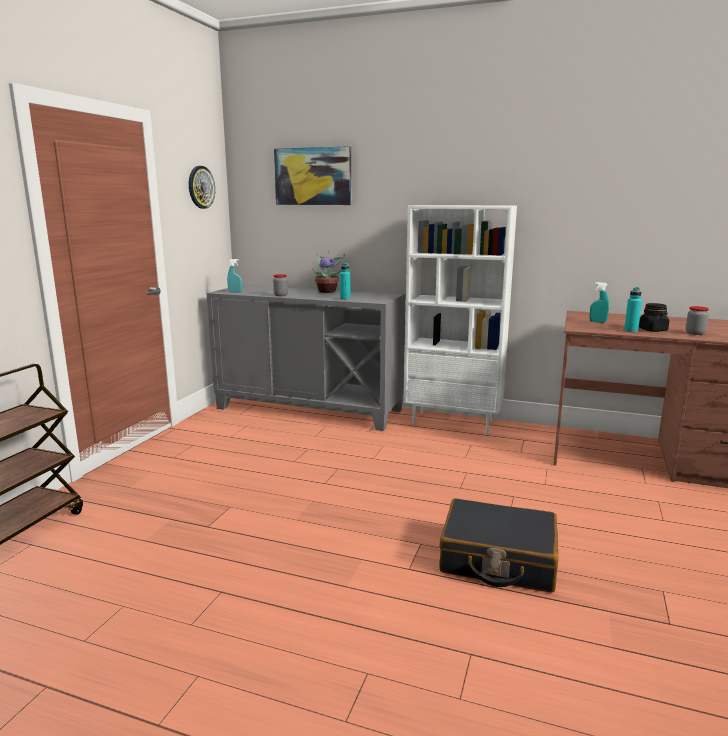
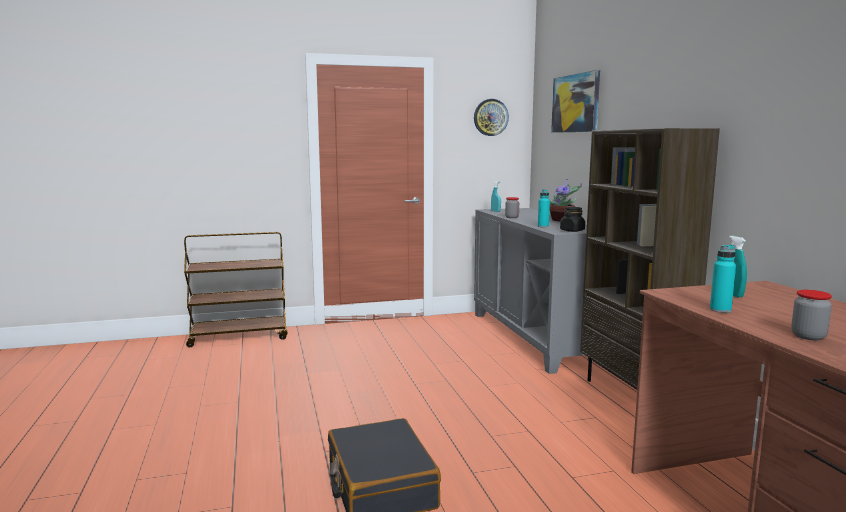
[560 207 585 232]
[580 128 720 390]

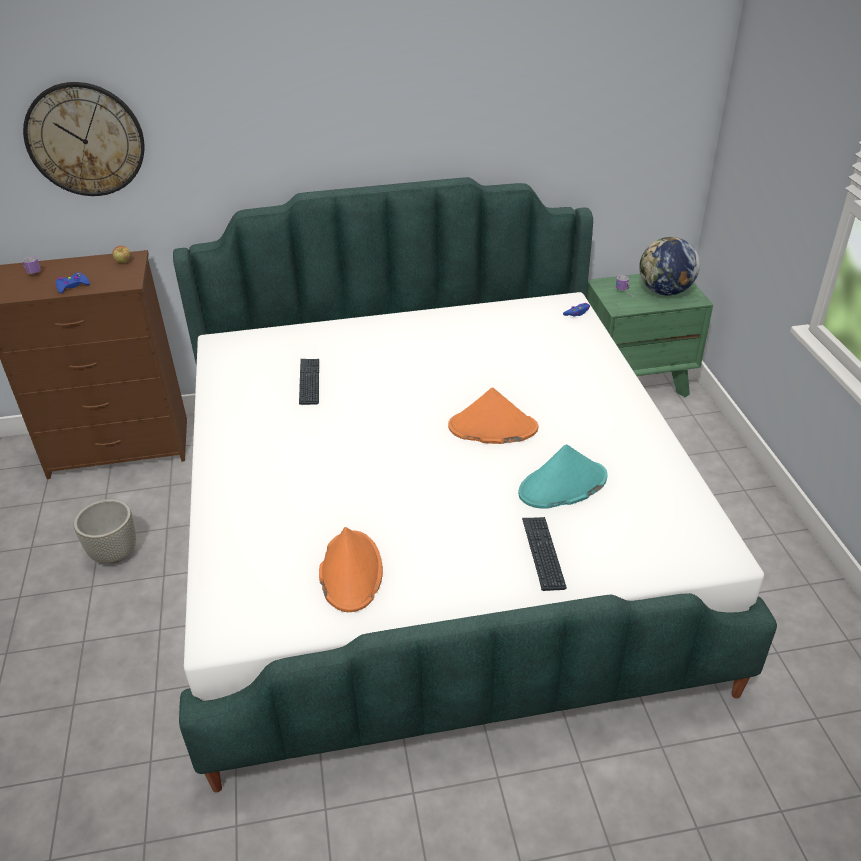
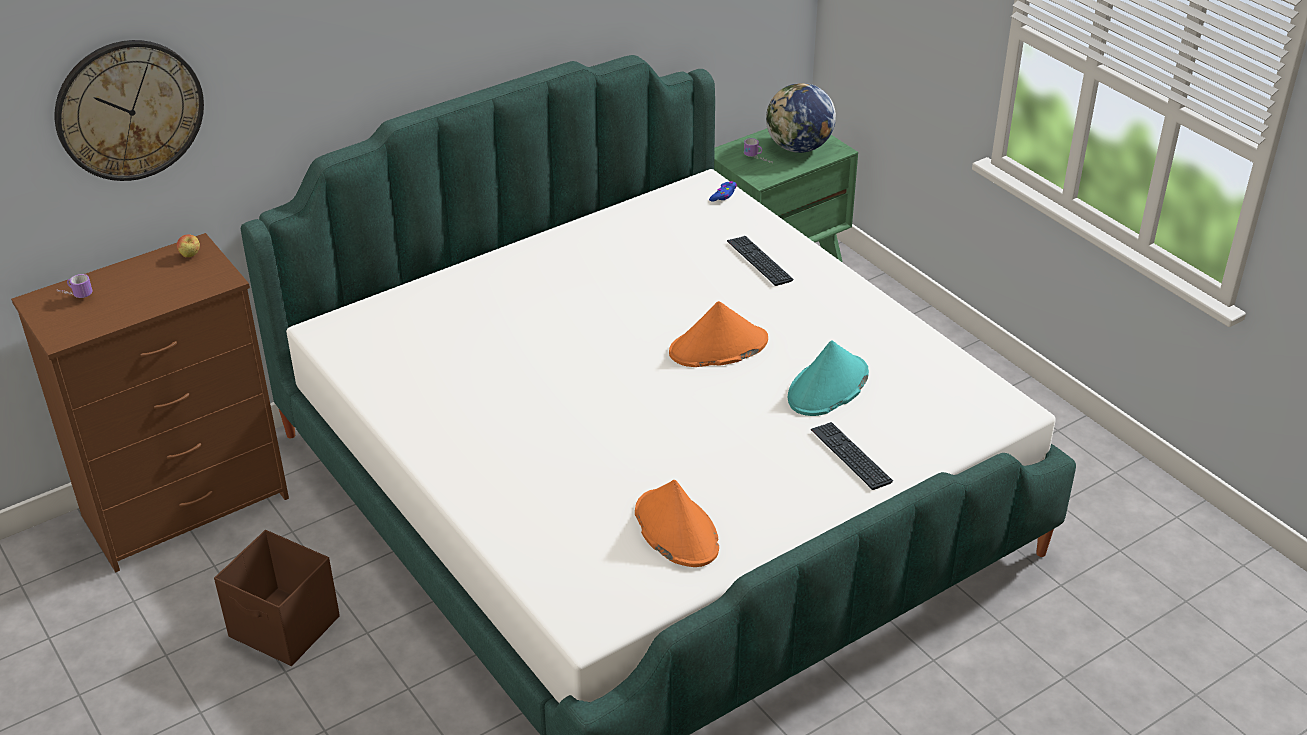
[214 530 340 666]
[727 236 793 286]
[56 272 90 294] (first image)

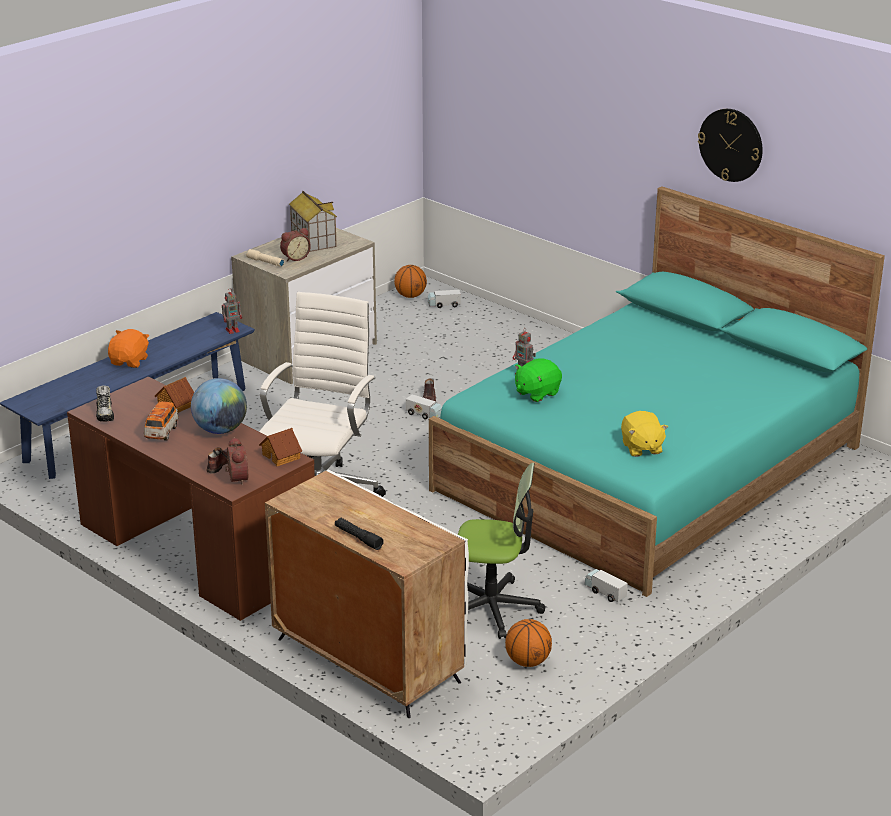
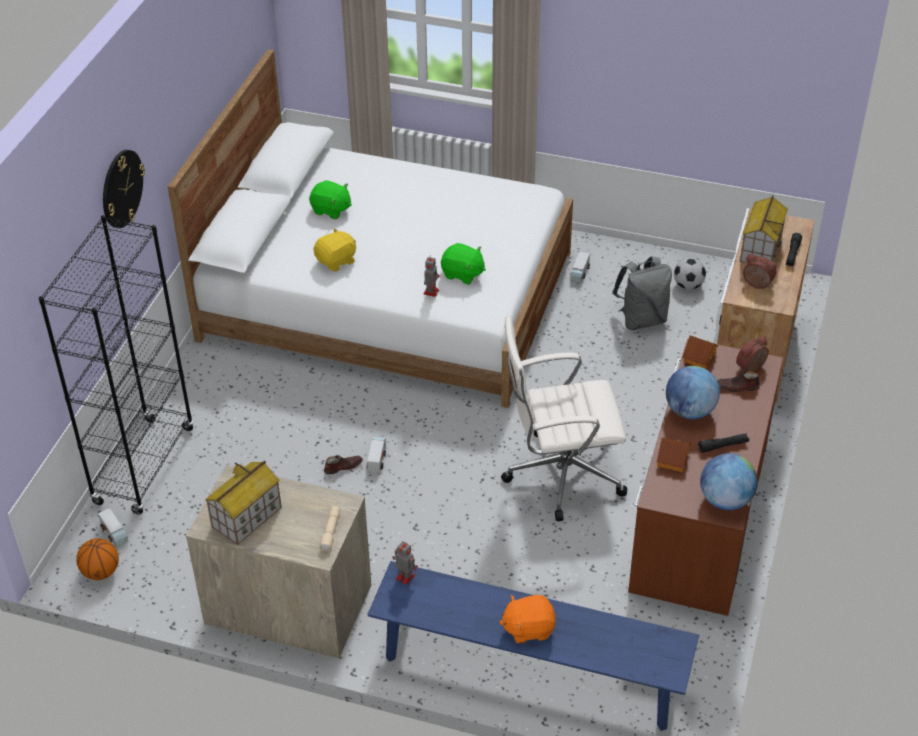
[39 215 194 515]
[103 150 145 228]
[167 49 573 408]
[309 180 352 219]
[313 228 356 272]
[612 256 672 330]
[674 258 706 290]
[698 433 749 453]
[700 453 758 510]
[740 195 788 263]
[743 254 776 289]

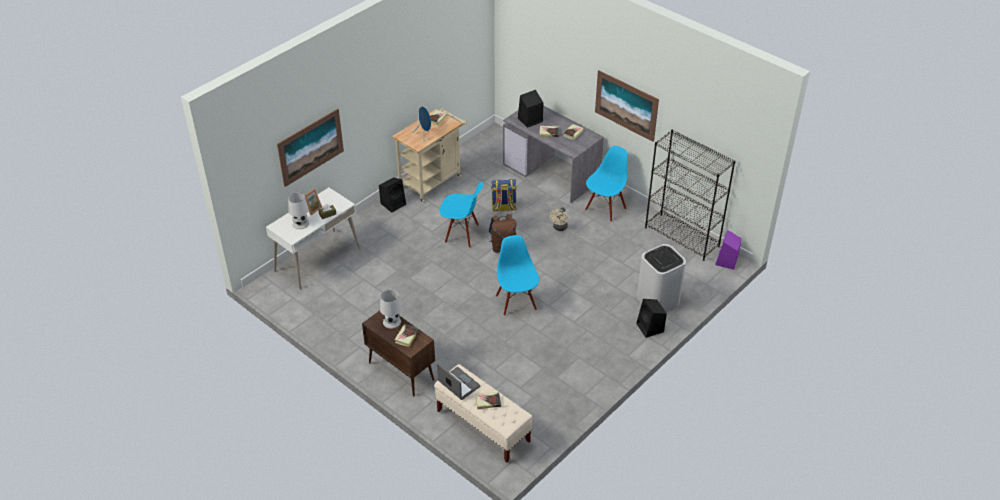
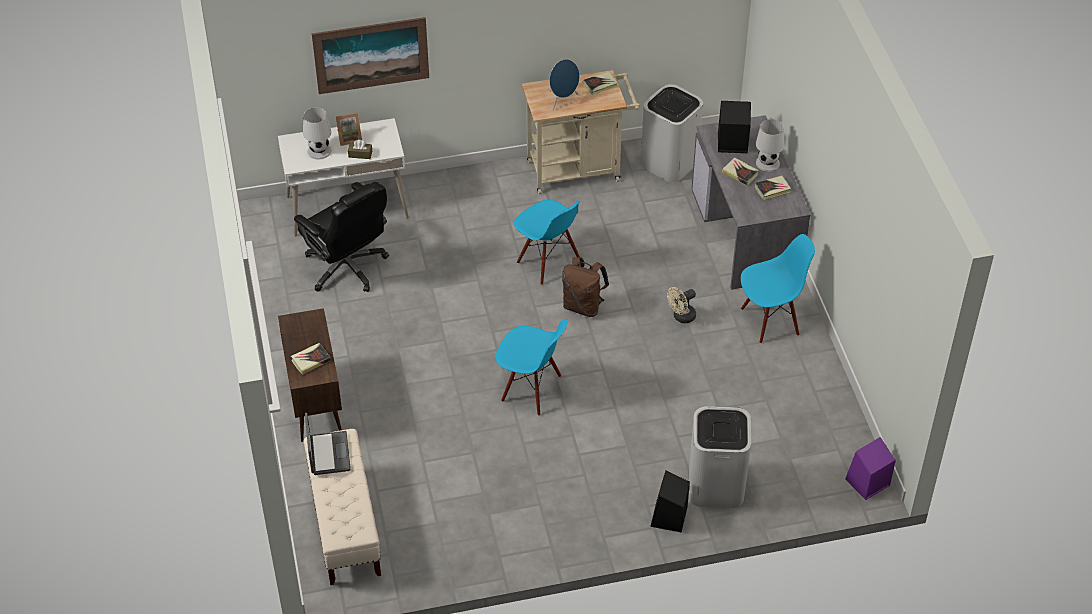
[294 182 389 292]
[496 319 568 416]
[641 84 703 182]
[756 119 784 172]
[379 177 406 213] (first image)
[476 392 501 409] (first image)
[491 179 517 212] (first image)
[595 70 659 142] (first image)
[645 130 735 261] (first image)

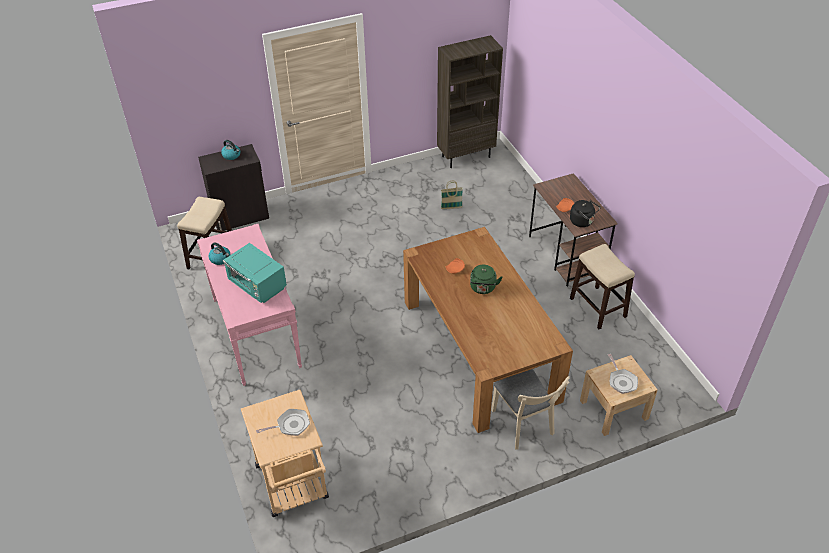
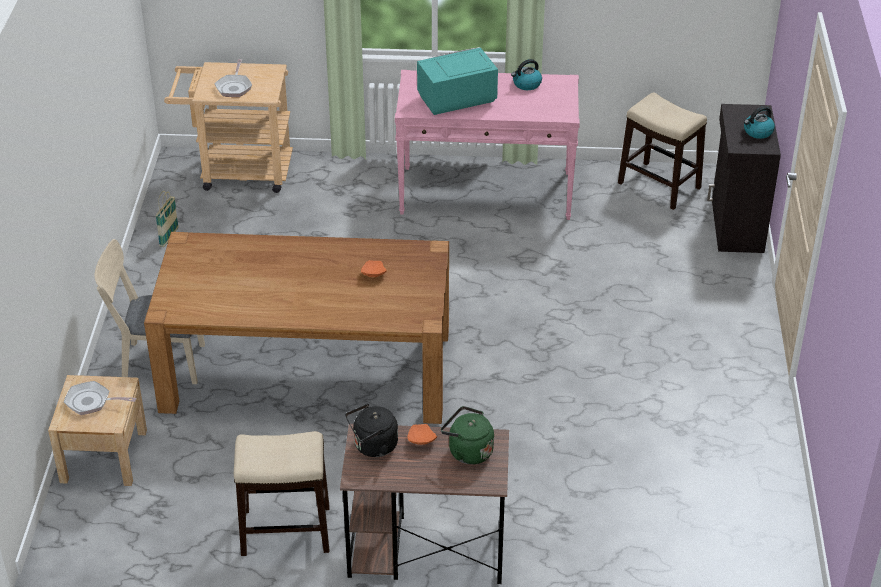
[155 191 179 247]
[441 406 494 464]
[437 35 503 168] (first image)

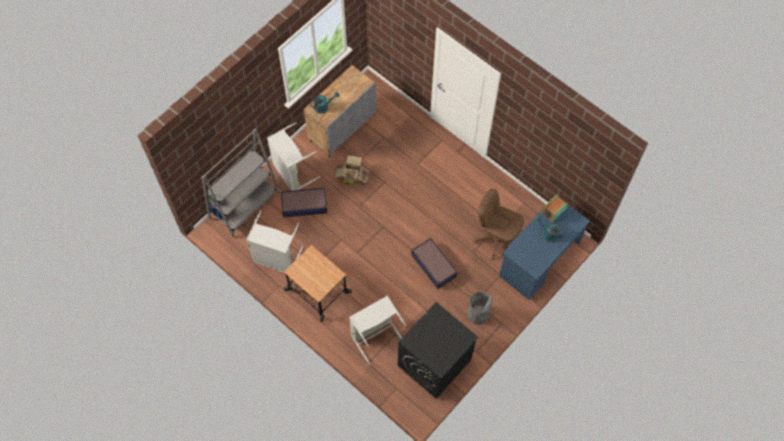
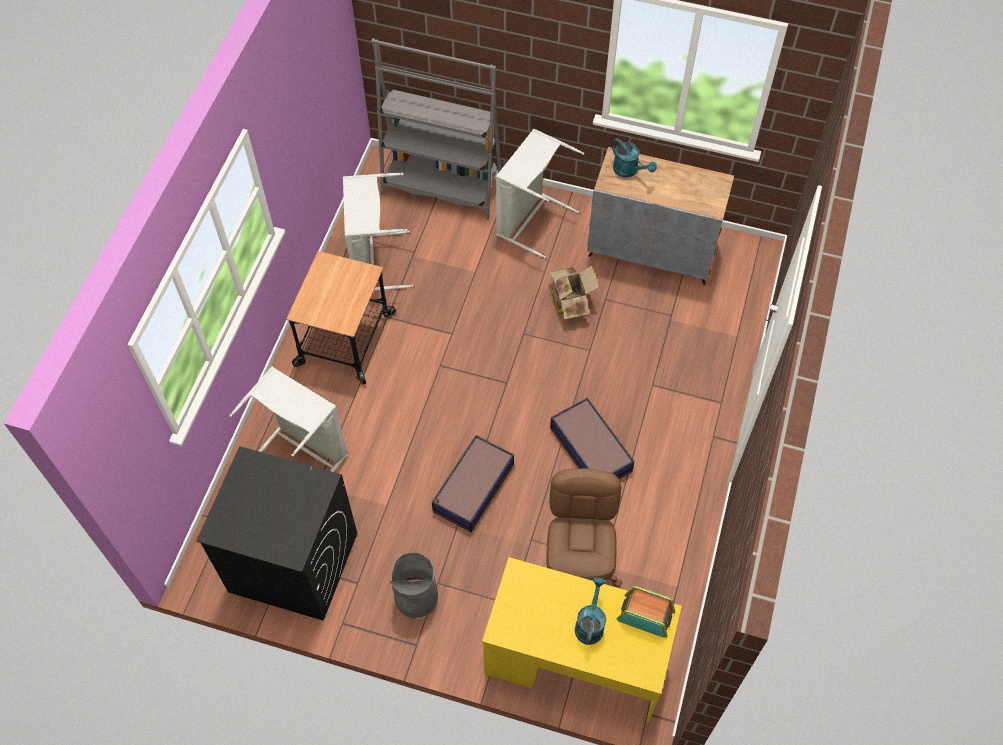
[482 557 682 723]
[550 397 635 479]

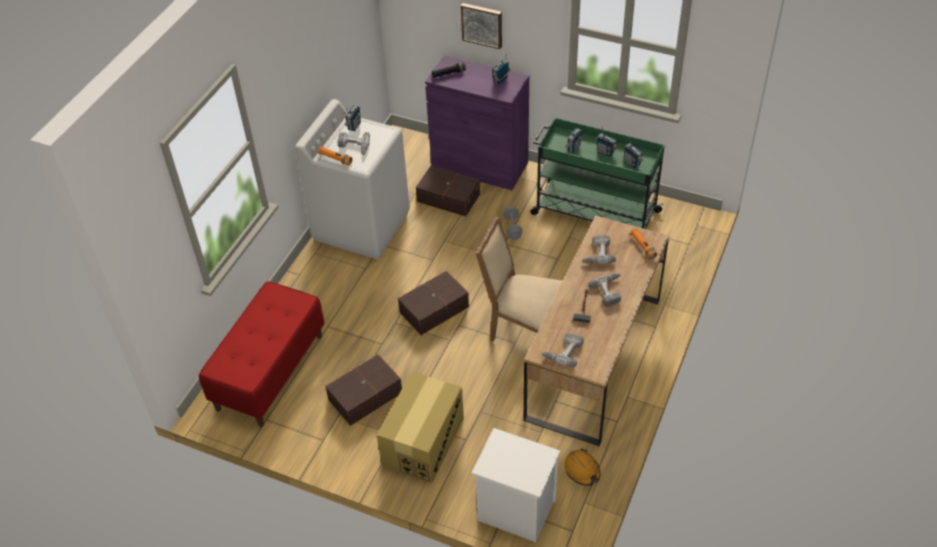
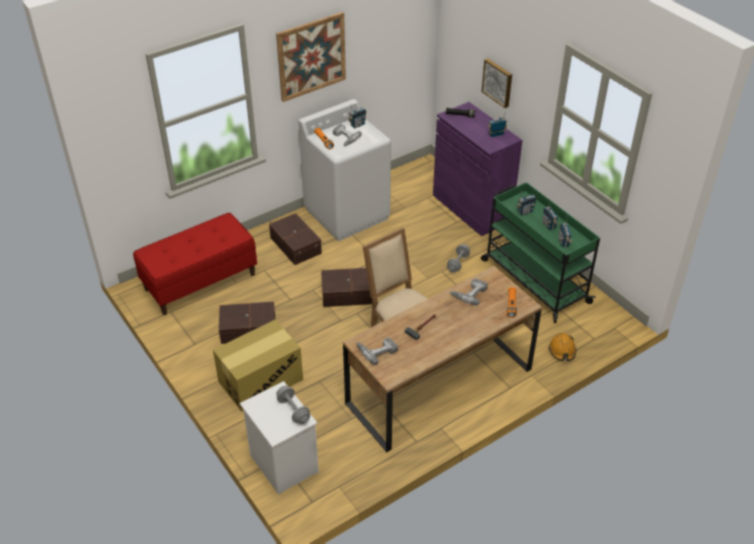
[269 213 322 265]
[276 12 346 102]
[276 386 310 425]
[549 333 576 361]
[588 273 621 307] (first image)

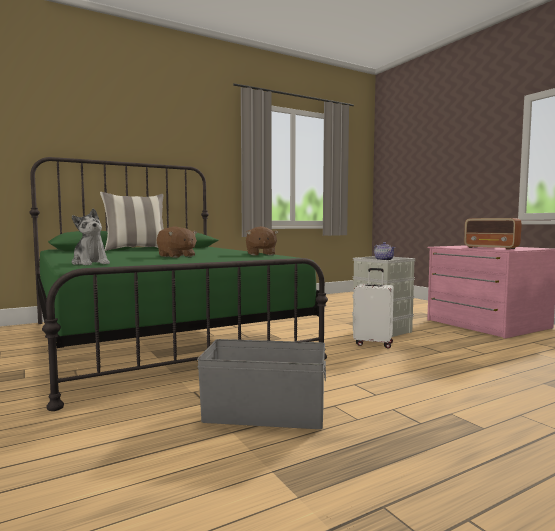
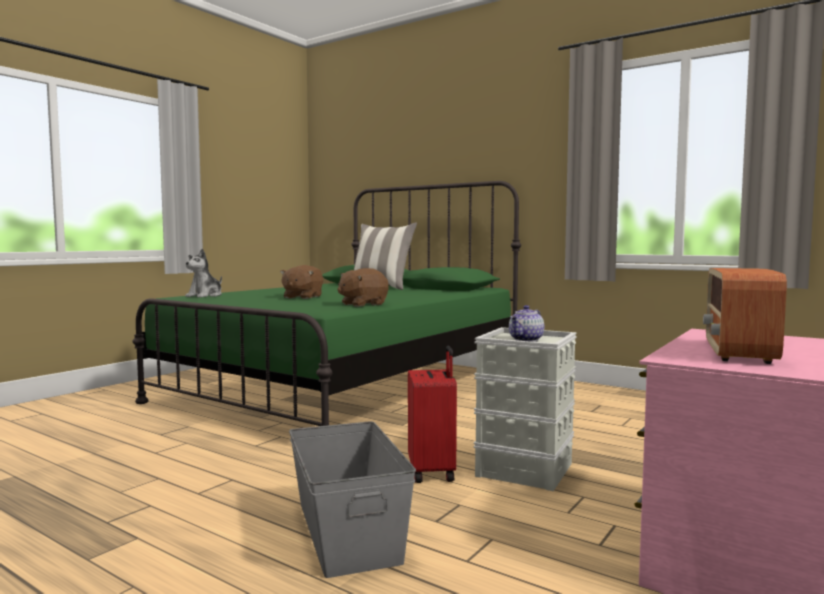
[289 421 416 578]
[408 346 457 483]

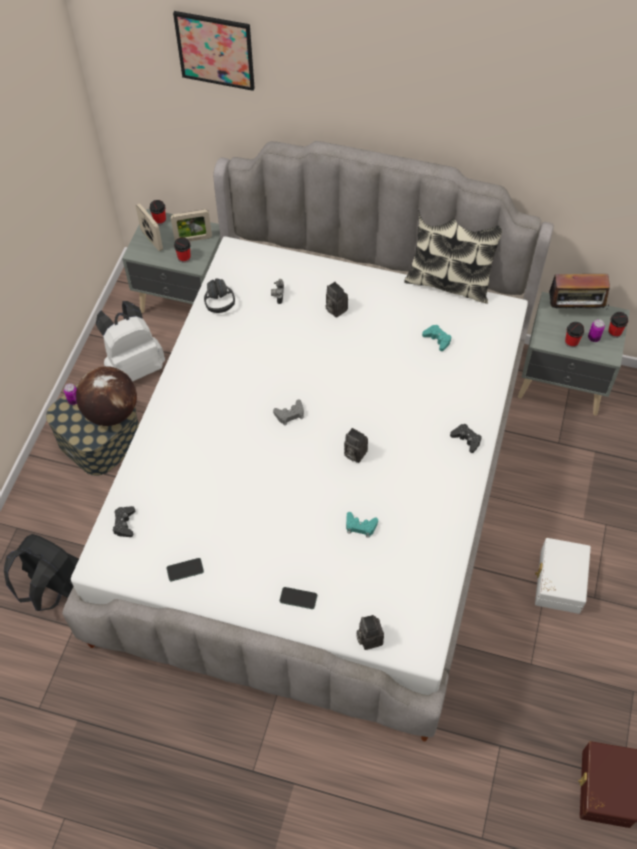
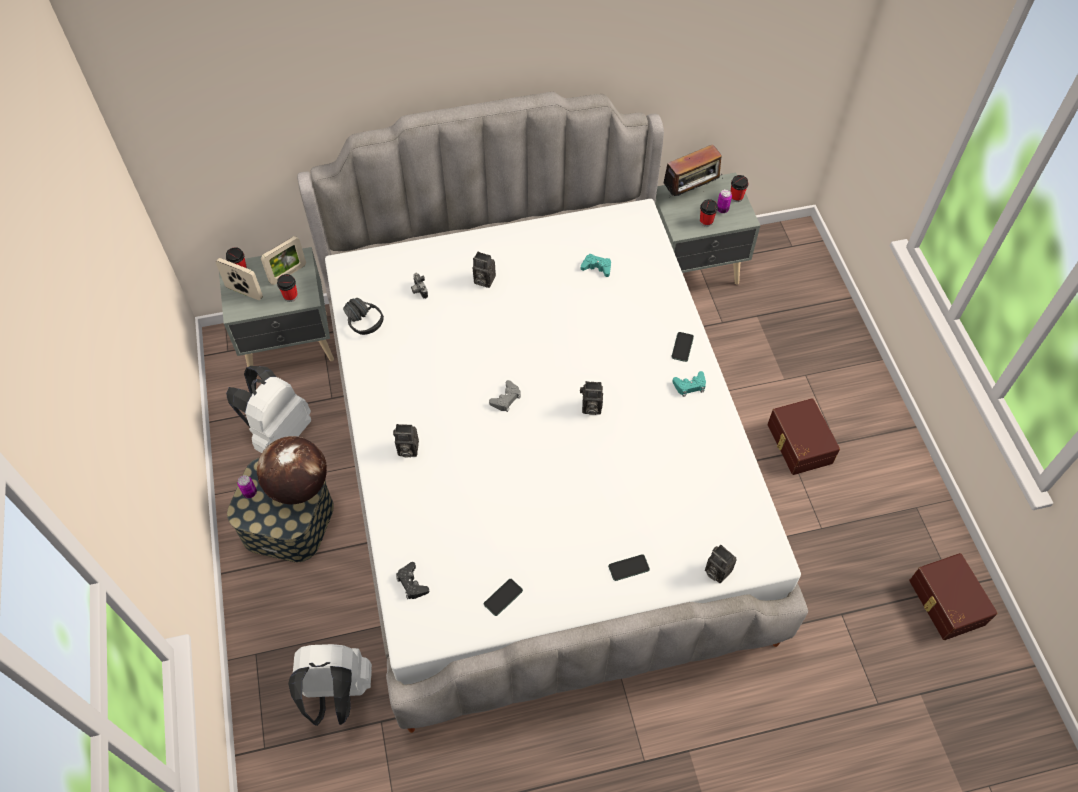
[288 644 372 726]
[393 424 419 458]
[671 332 694 362]
[672 371 706 397]
[767 398 840 475]
[173 11 255 91] (first image)
[404 210 502 304] (first image)

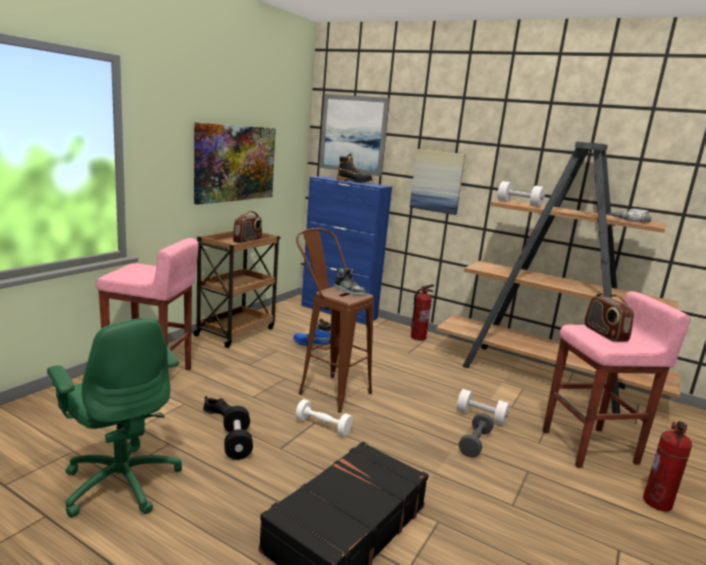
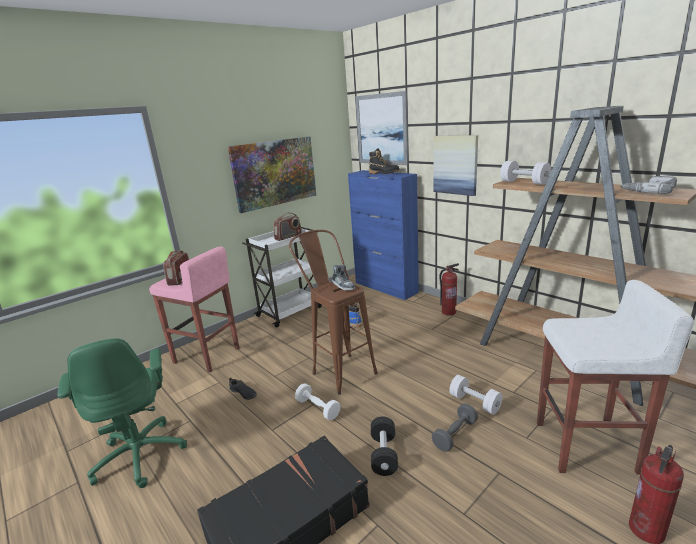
[163 251 189 286]
[242 227 322 328]
[371 416 398 476]
[537 280 694 475]

